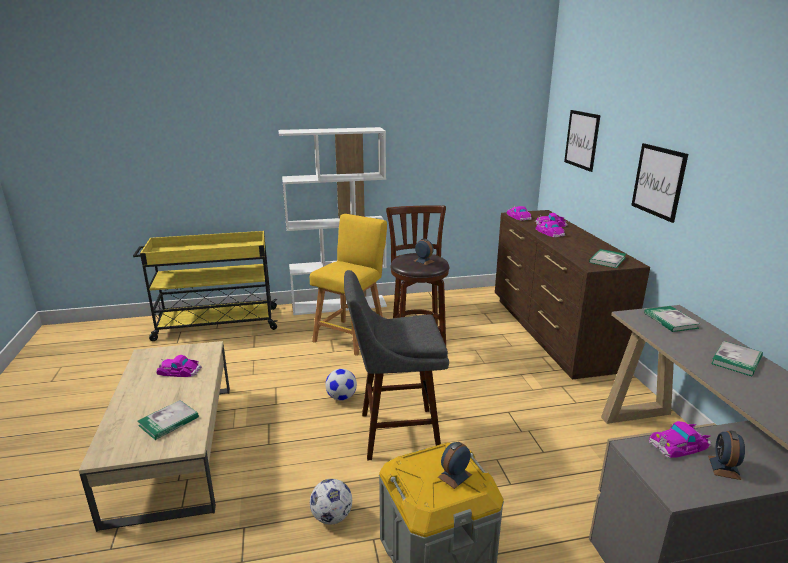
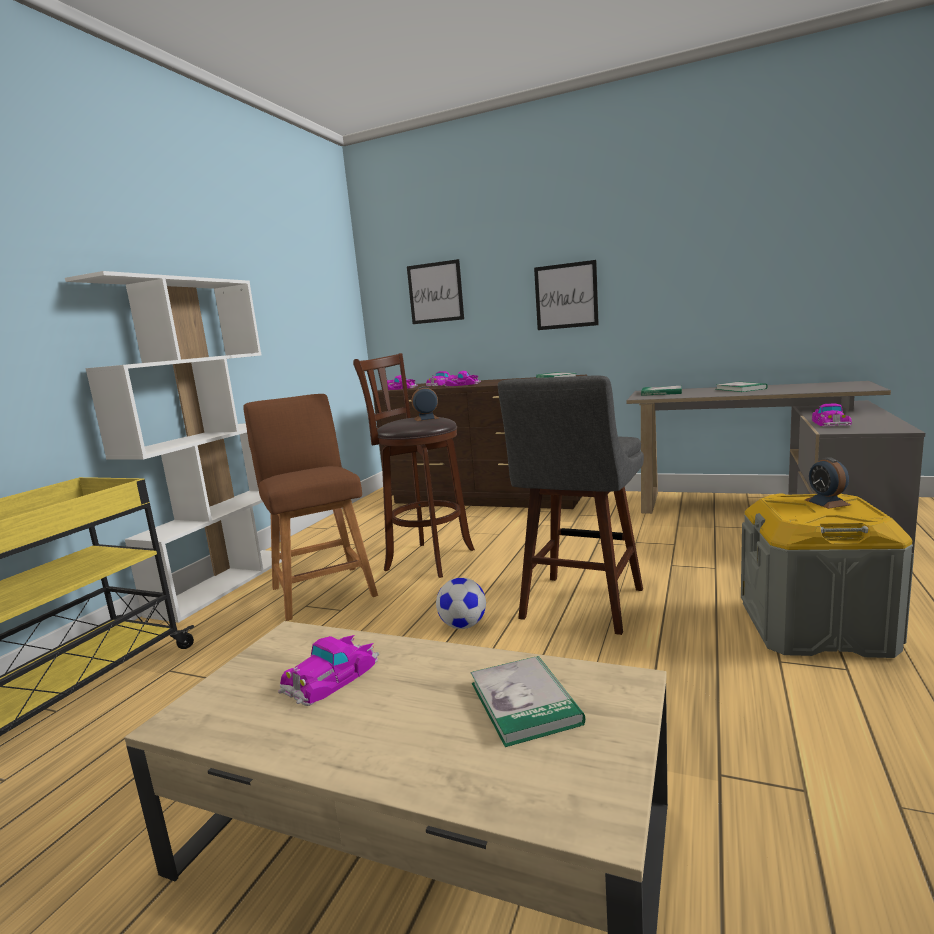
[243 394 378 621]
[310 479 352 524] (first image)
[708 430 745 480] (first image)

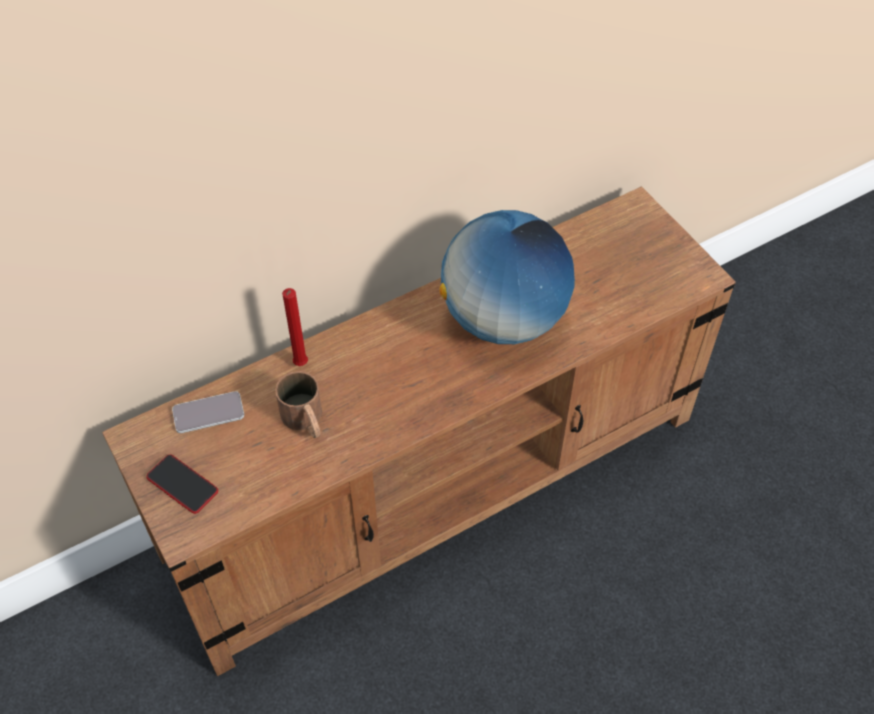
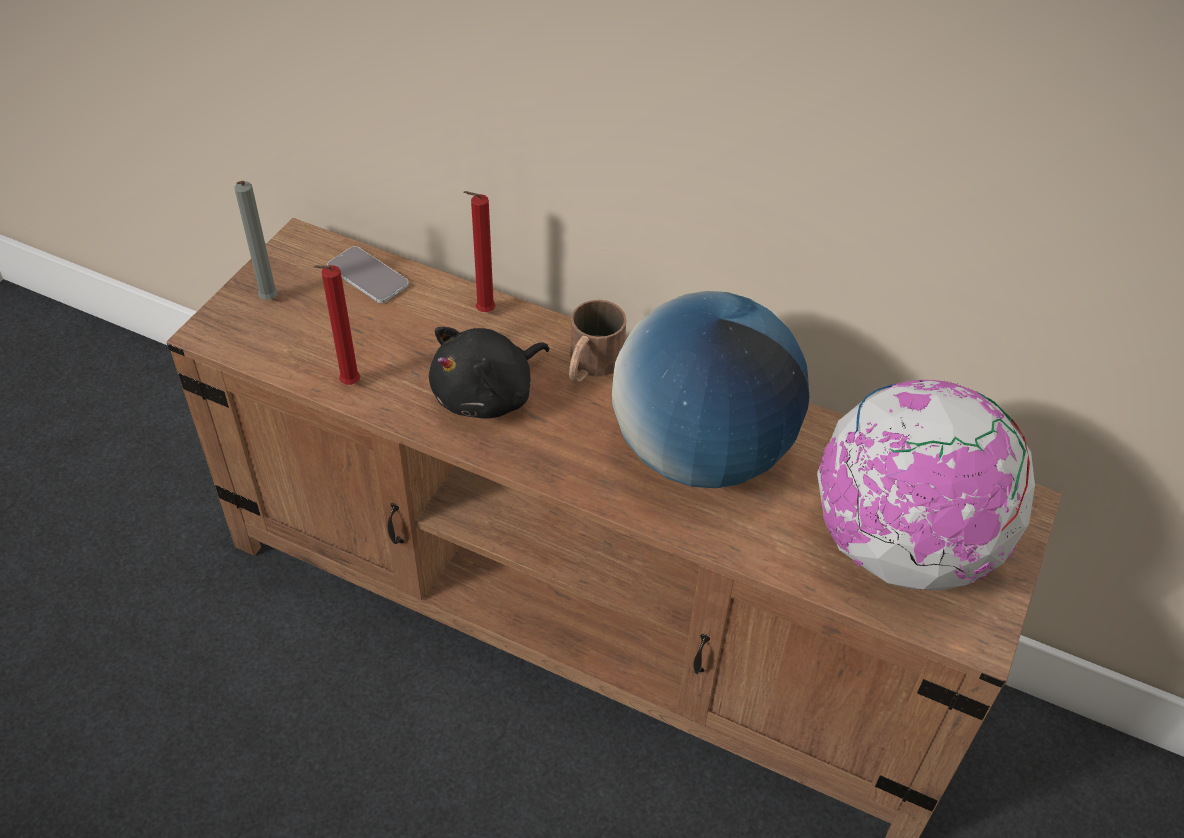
[235 181 278 300]
[313 265 360 385]
[429 327 549 419]
[569 300 626 383]
[817 380 1036 591]

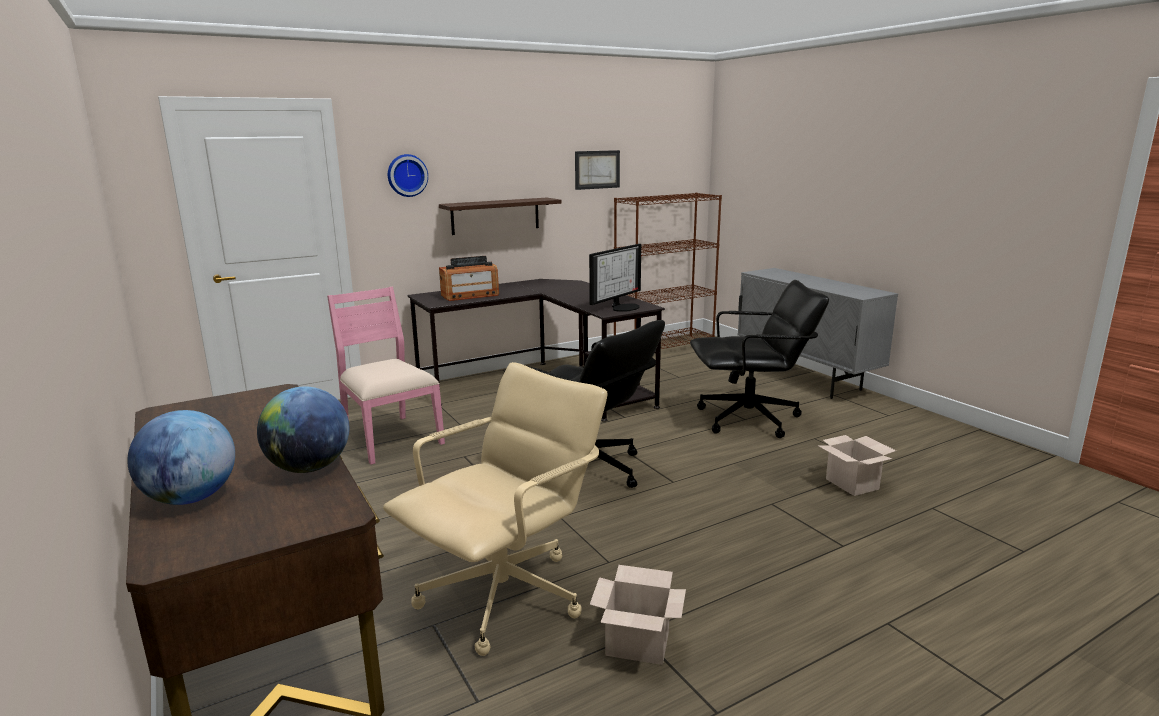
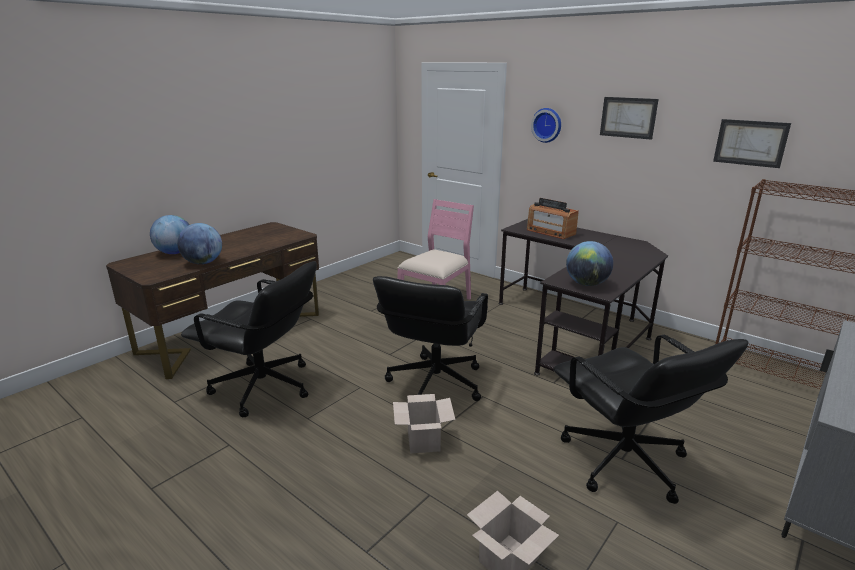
[181 261 317 417]
[393 394 455 454]
[566 241 613 286]
[600 97 659 140]
[439 198 561 235] (first image)

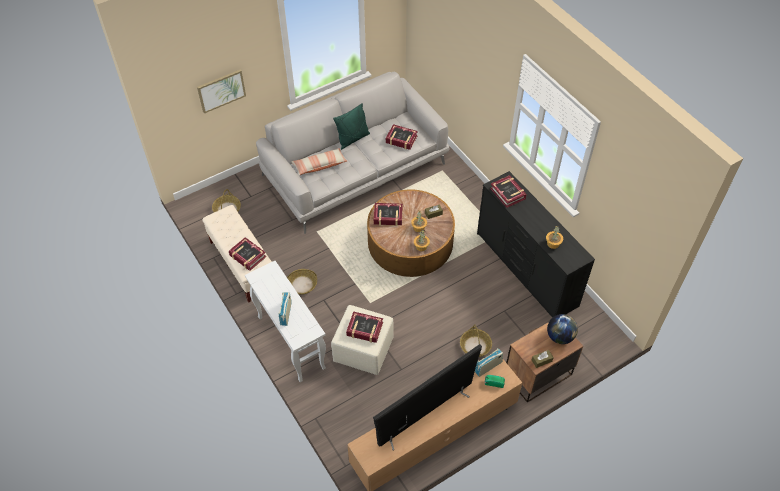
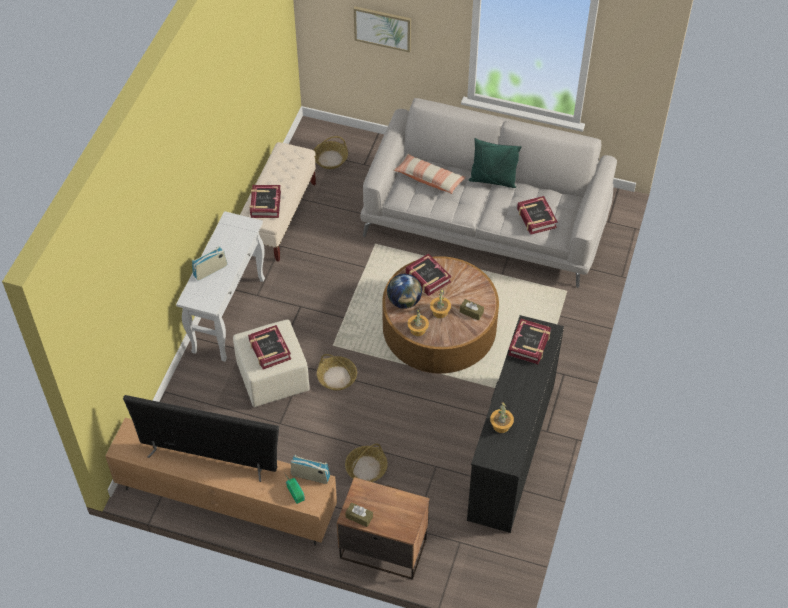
[317 354 357 390]
[387 274 422 309]

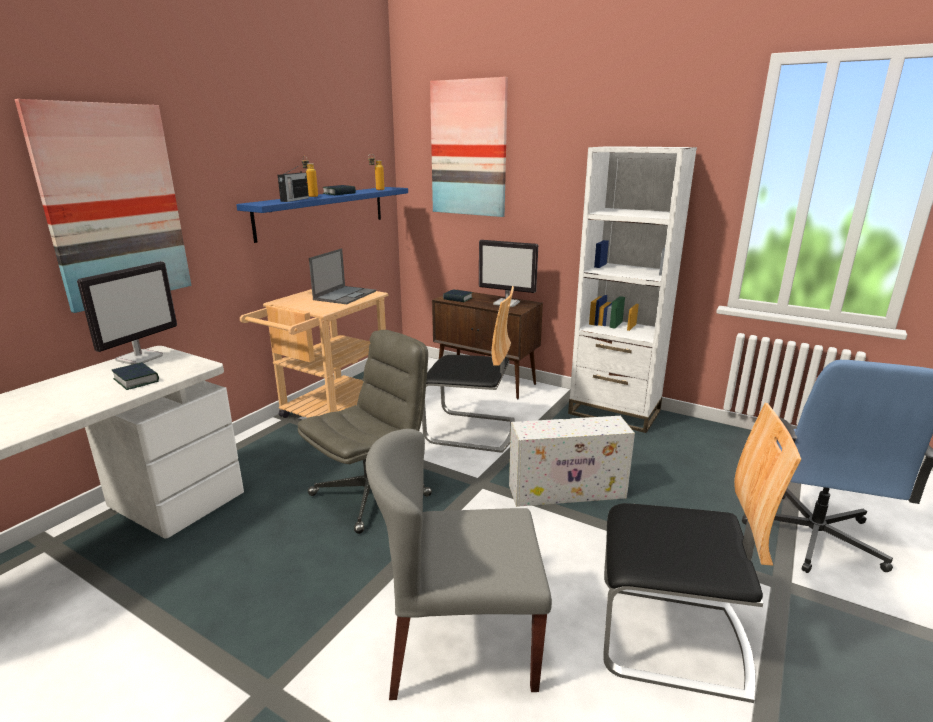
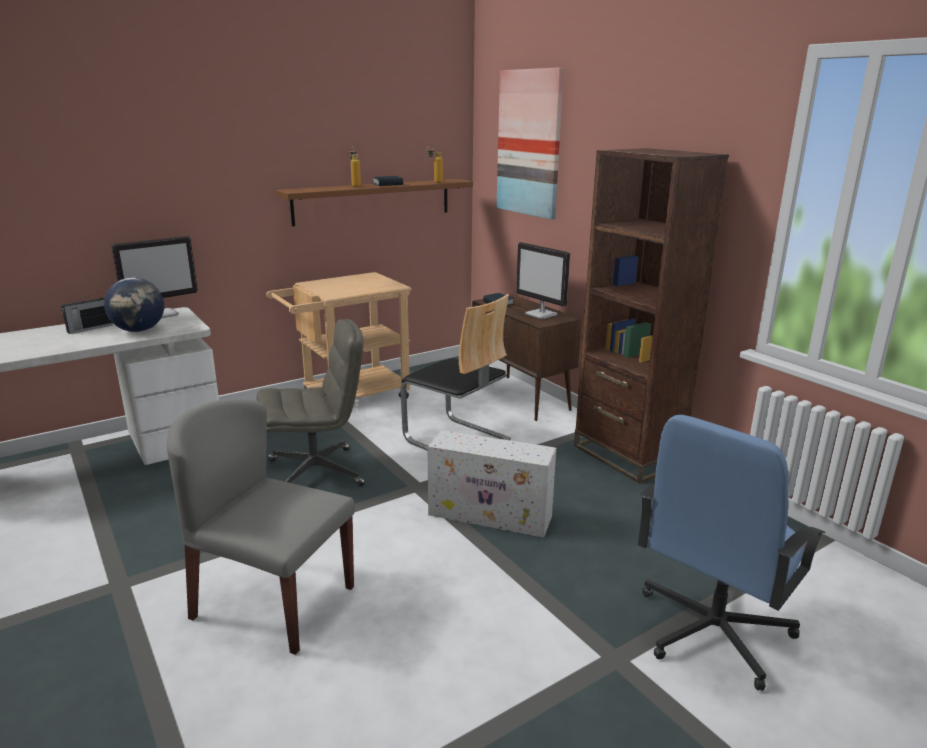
[61 292 113 334]
[104 277 164 332]
[276 179 473 226]
[574 148 729 484]
[15 99 192 313] (first image)
[309 249 376 304] (first image)
[604 403 801 703] (first image)

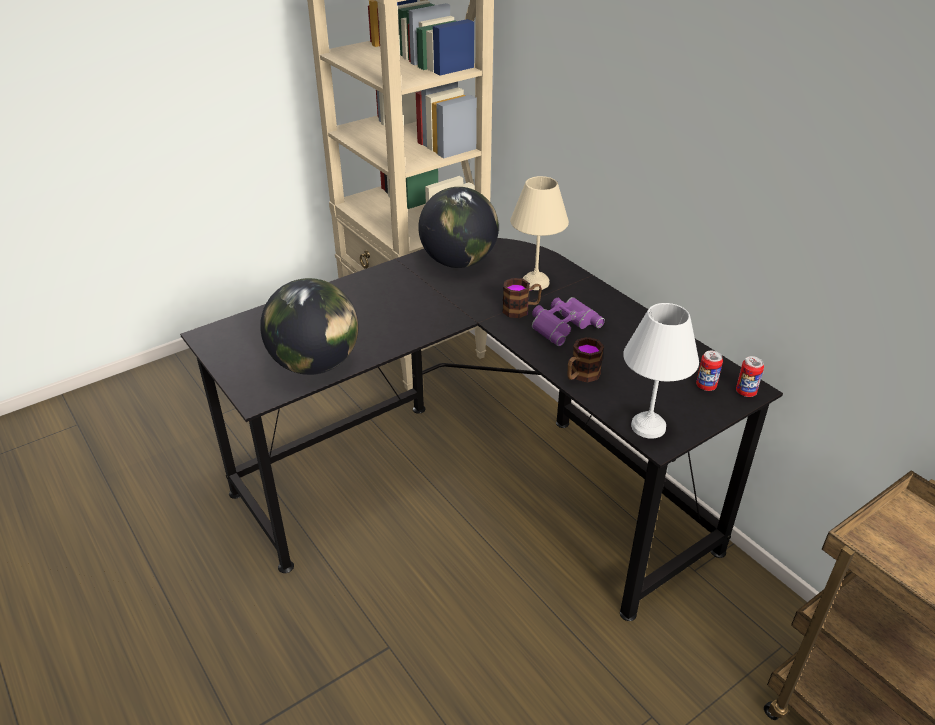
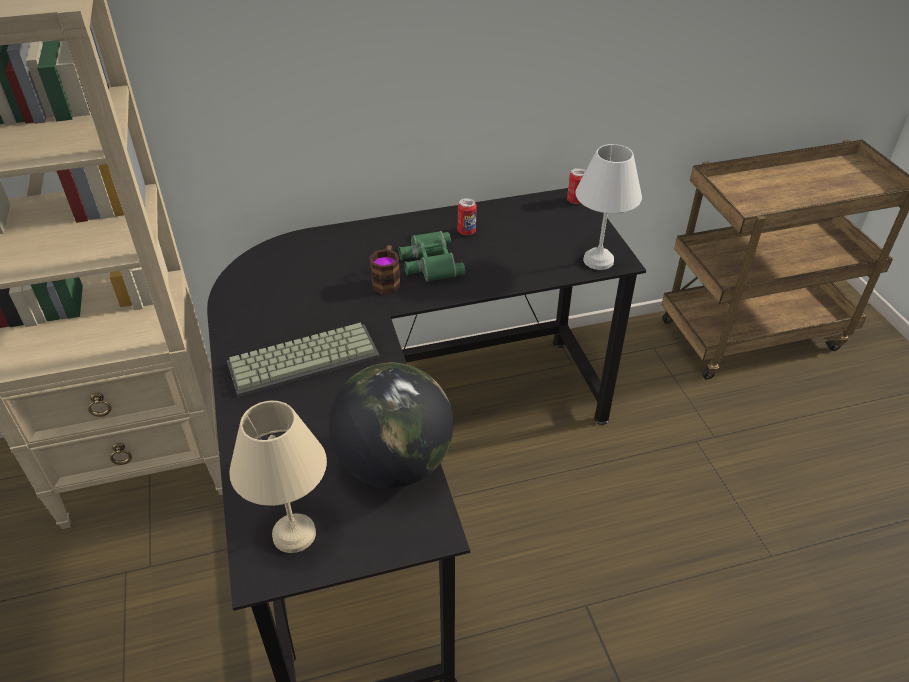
[227 323 380 397]
[229 401 327 553]
[399 231 465 282]
[458 198 477 235]
[418 187 499 268] (first image)
[567 337 604 383] (first image)

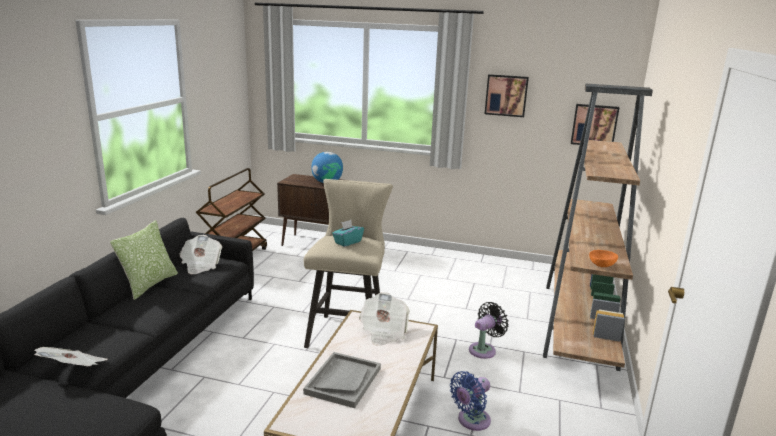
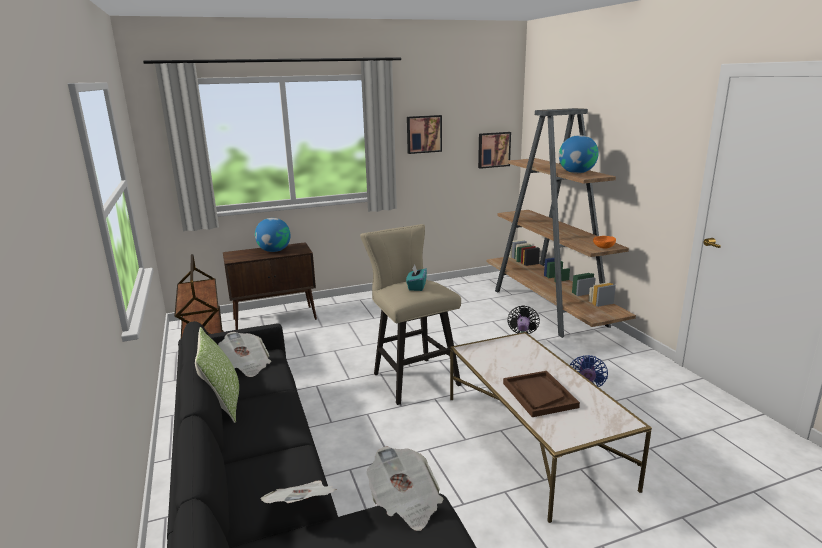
[366 446 444 531]
[503 371 580 417]
[559 135 599 173]

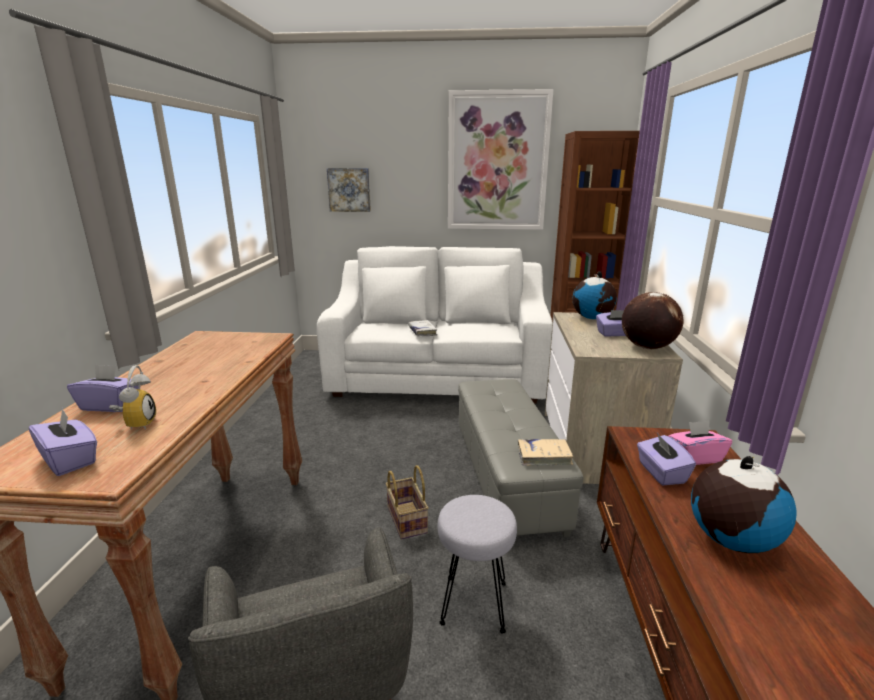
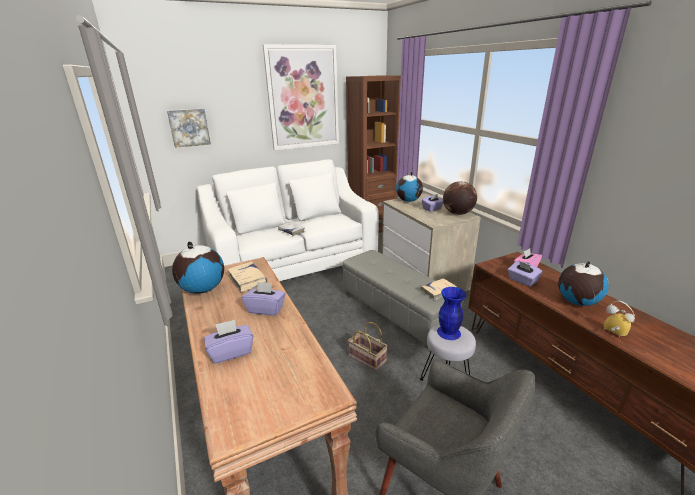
[172 242 224 294]
[228 262 267 292]
[242 281 286 316]
[437 287 466 340]
[603 300 635 338]

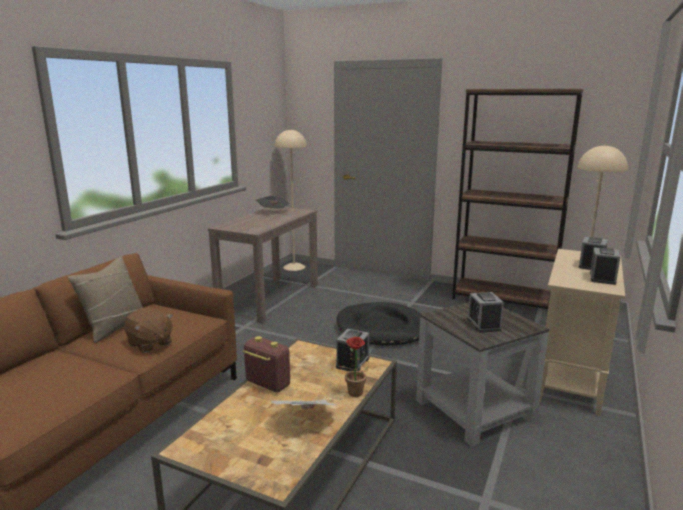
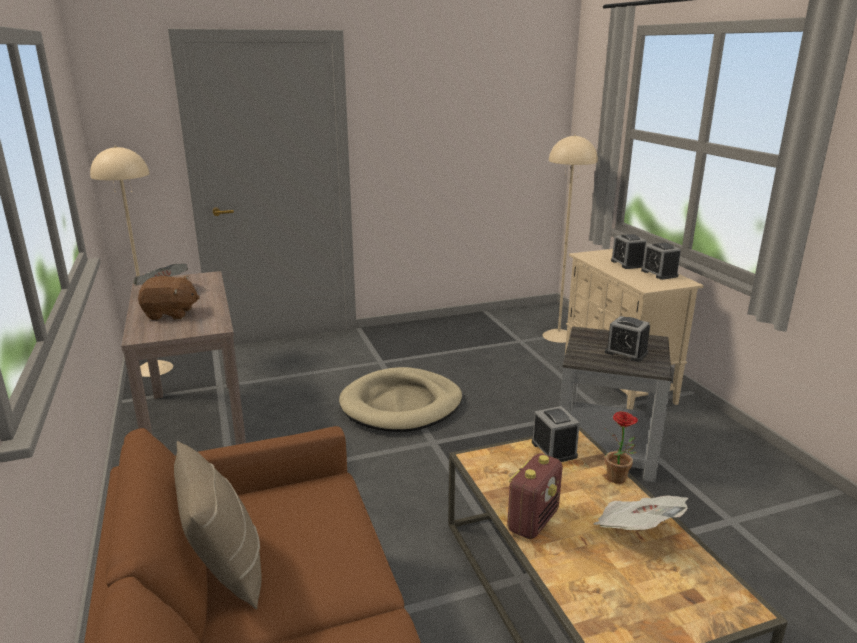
[138 276 200 320]
[339 367 462 432]
[507 453 563 539]
[452 89 583 309] (first image)

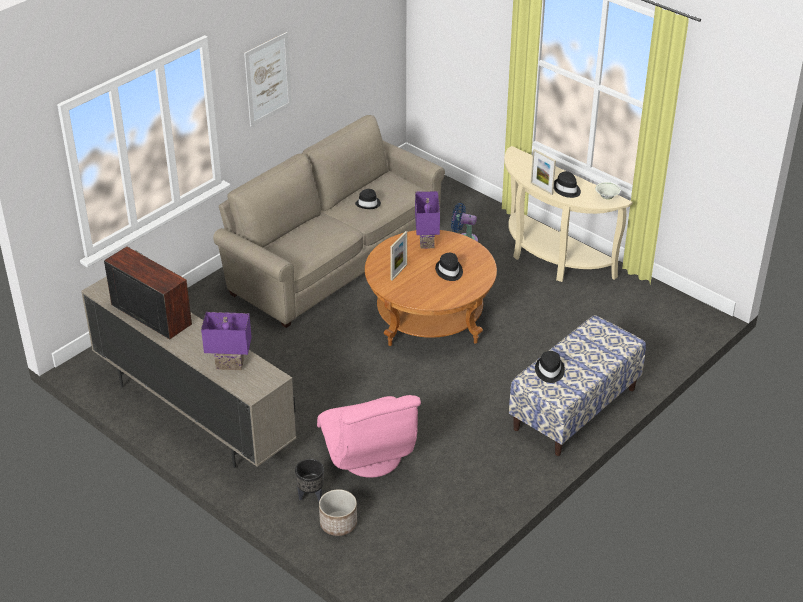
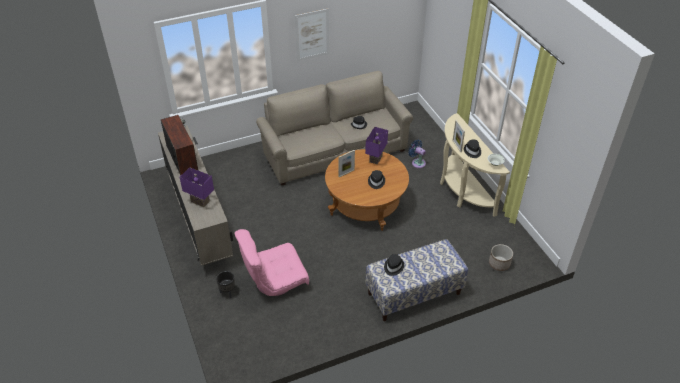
[235 229 309 296]
[489 244 513 271]

